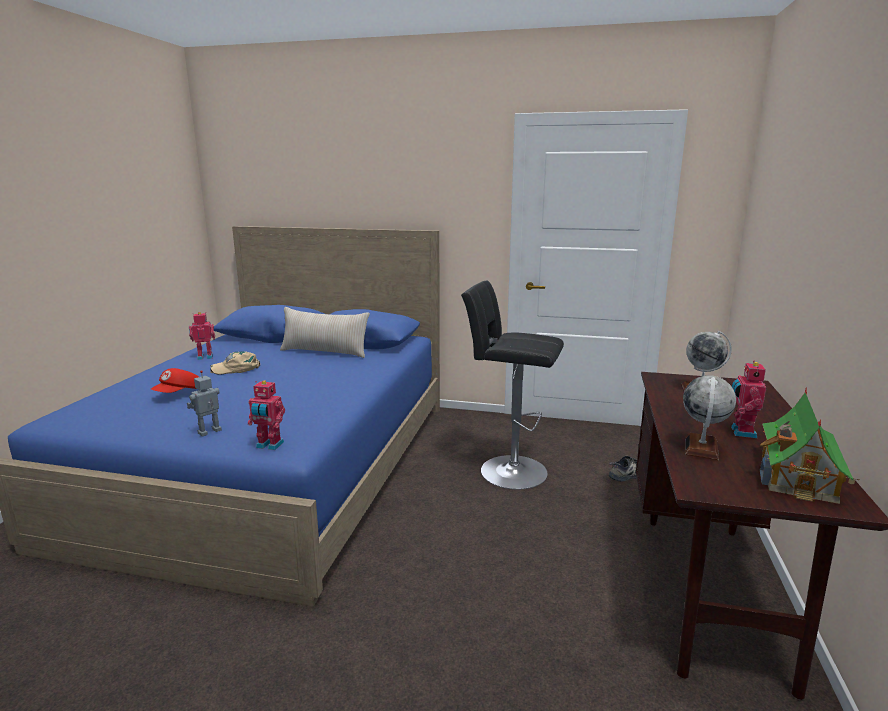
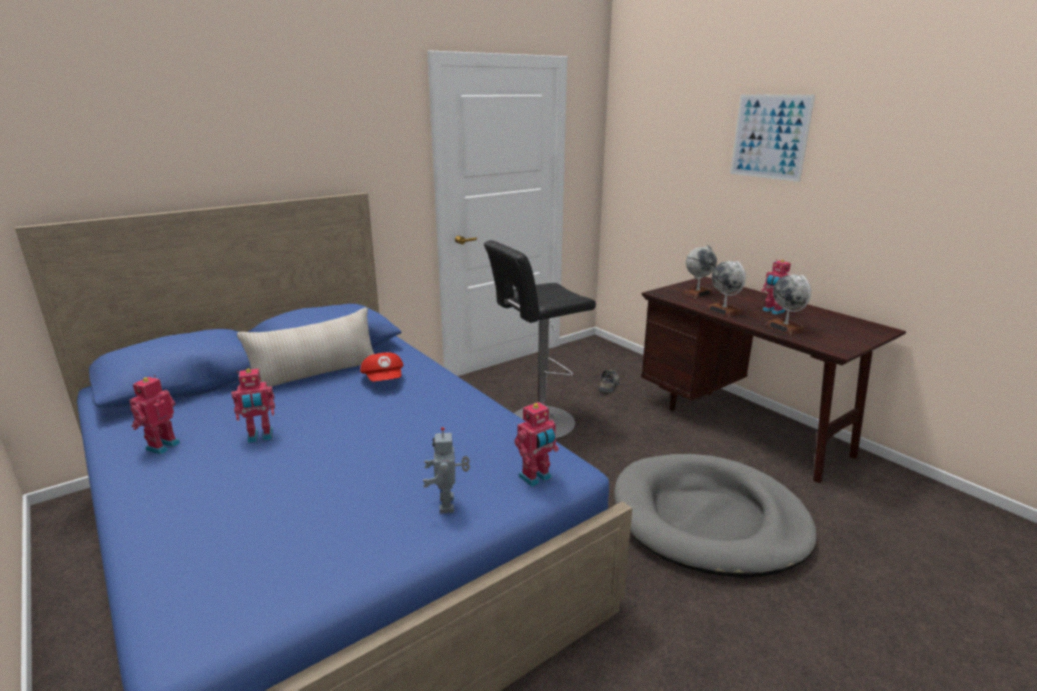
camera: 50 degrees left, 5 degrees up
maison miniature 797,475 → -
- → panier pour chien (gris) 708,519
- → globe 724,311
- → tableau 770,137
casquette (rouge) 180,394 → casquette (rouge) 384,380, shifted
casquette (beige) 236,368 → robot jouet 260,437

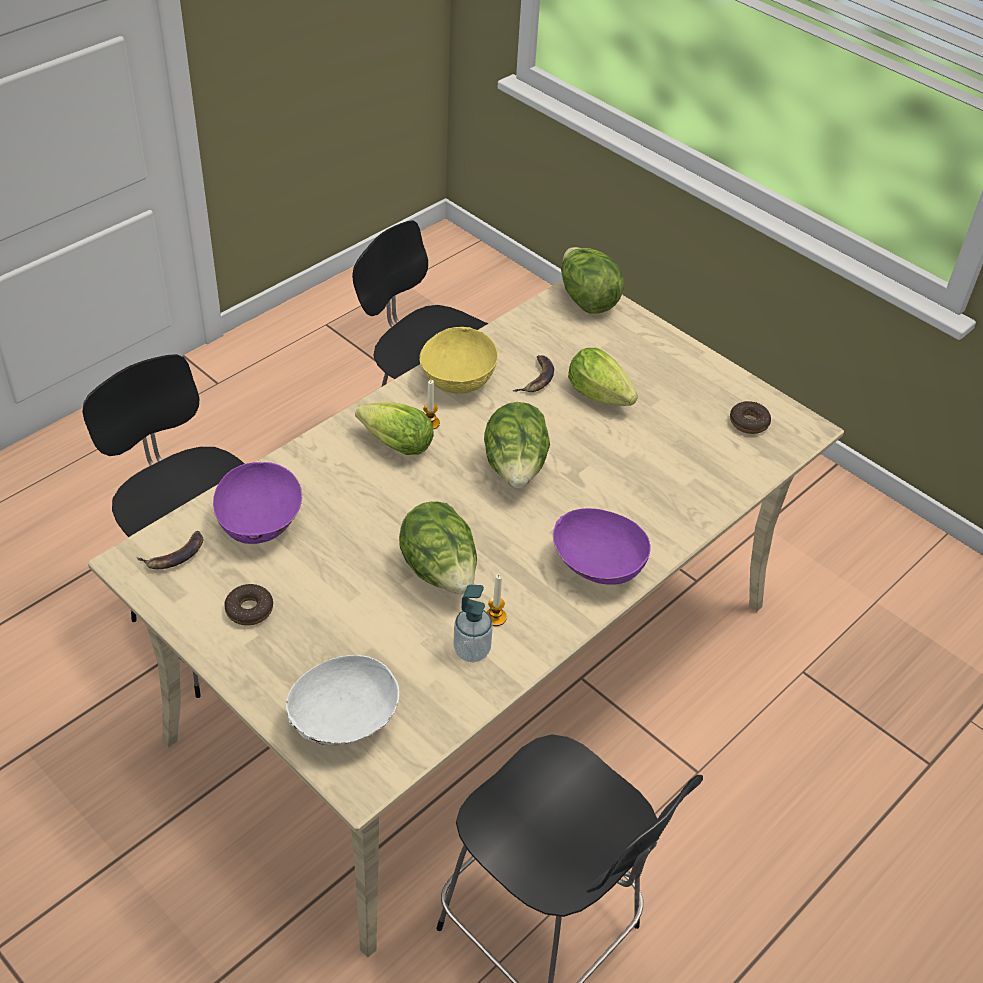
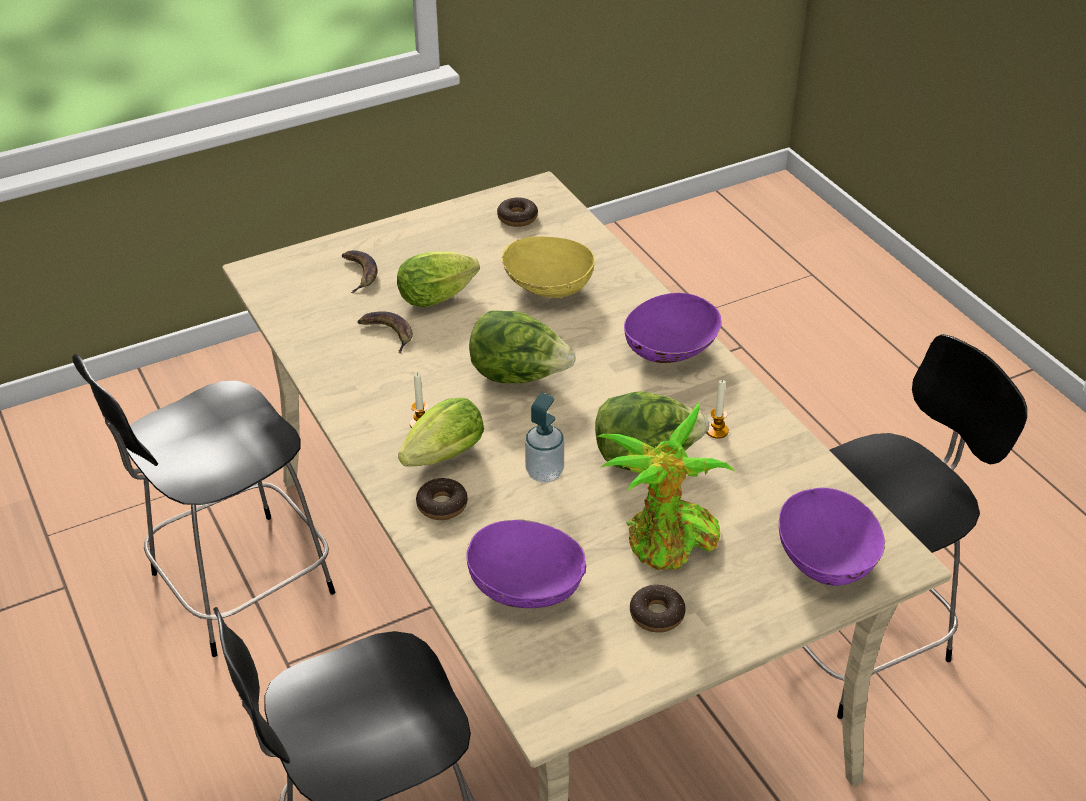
camera: 70 degrees left, 5 degrees down
laitue 586,299 → -
- → beignet 442,505
- → plante en pot 666,543
banane 175,555 → banane 359,273, shifted
bol (jaune) 457,379 → bol (jaune) 547,288, shifted
distributeur de savon 472,650 → distributeur de savon 544,472, shifted
bol (blanc) 344,722 → bol (violet) 827,561

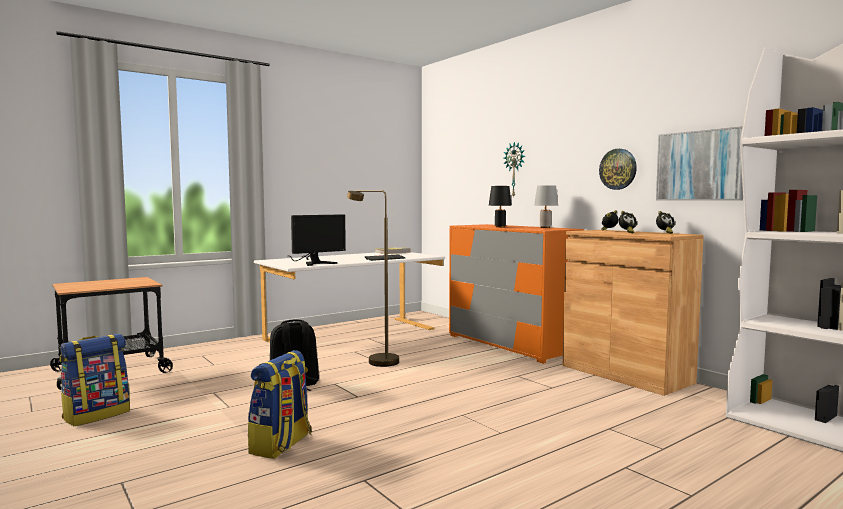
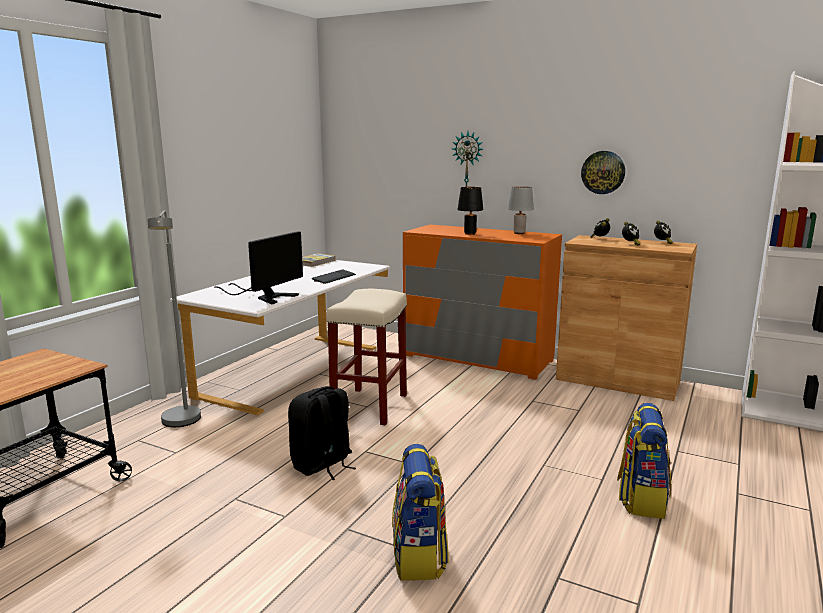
camera: 25 degrees left, 10 degrees up
tableau 700,165 → -
- → lampadaire (gris) 182,423
sac à dos 97,415 → sac à dos 641,499, shifted
lampadaire (marron) 376,360 → tabouret (beige) 370,407

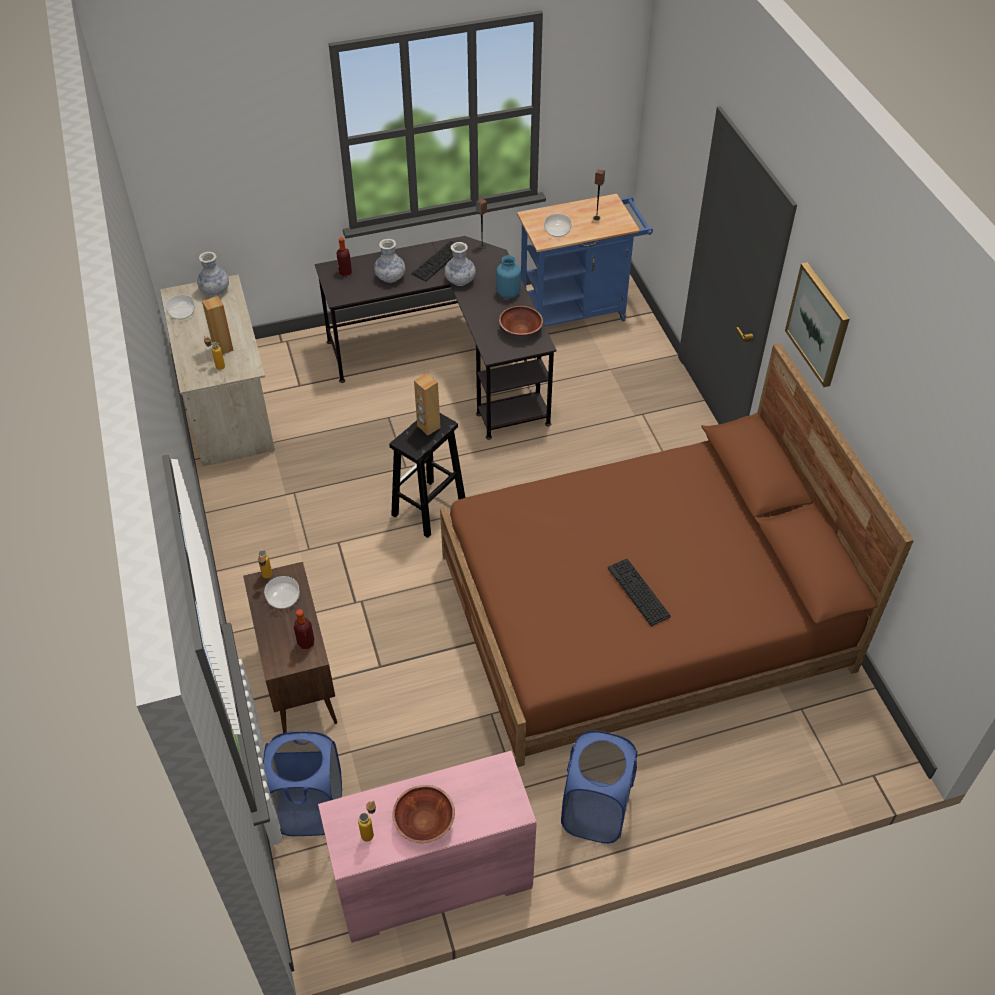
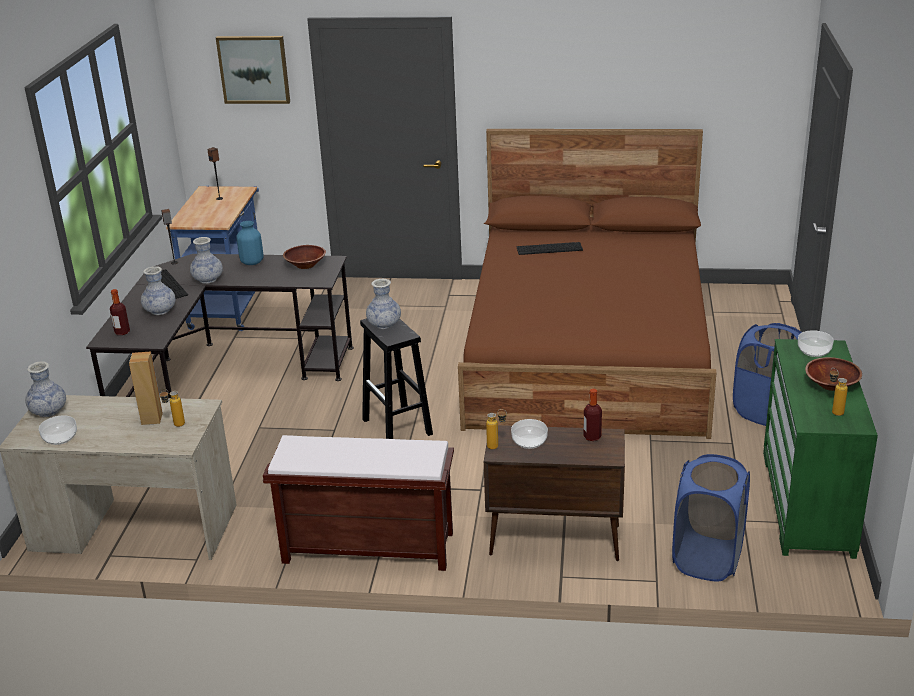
camera: 65 degrees left, 20 degrees down
- → banc (marron) 366,548
bol 557,231 → bol 814,351, shifted
clavier 638,591 → clavier 549,248, shifted
tableau 818,324 → tableau 254,69, shifted
enceinte (marron) 428,427 → vase 384,324
commode (rose) 433,882 → commode (vert) 808,503

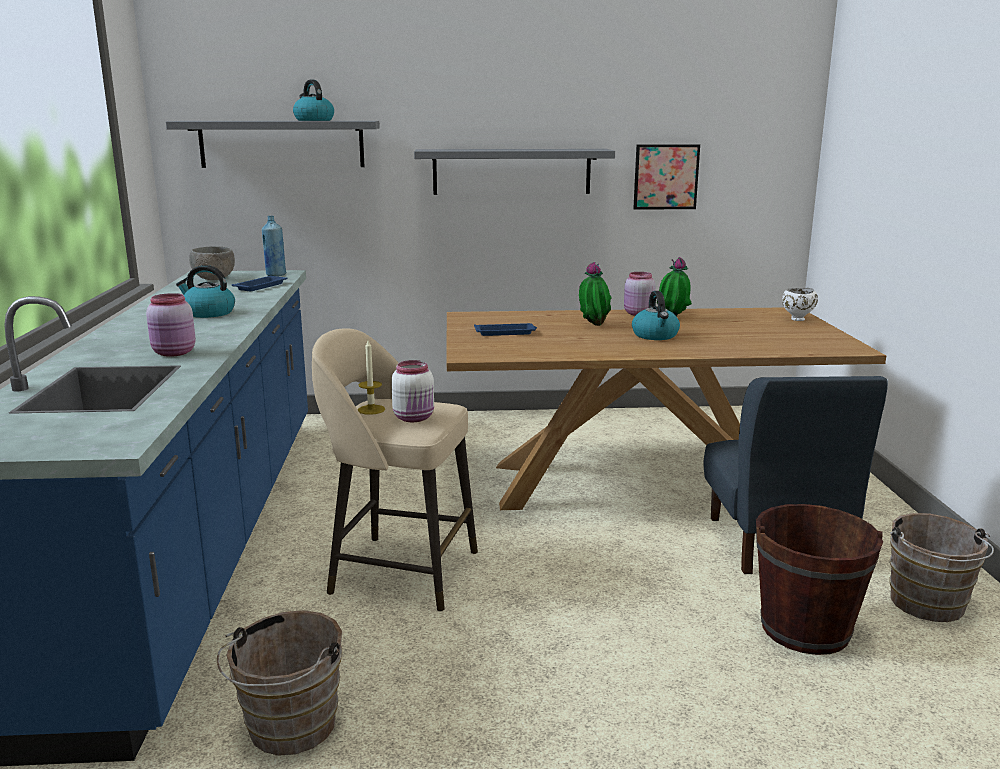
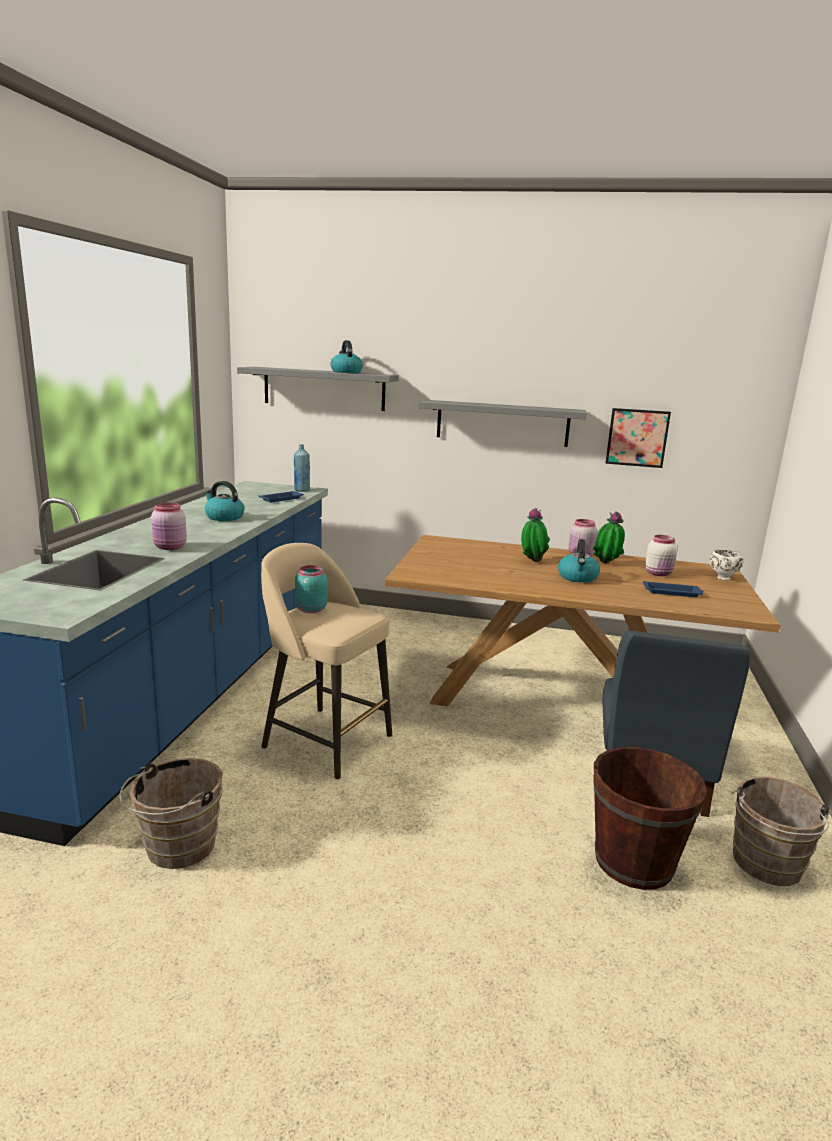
camera: 15 degrees right, 0 degrees up
bol (gris) 213,279 → -
bocal (blanc) 415,418 → bocal (blanc) 659,573, shifted
plateau (bleu) 506,333 → plateau (bleu) 673,592, shifted
bougie 371,409 → bocal (turquoise) 310,609

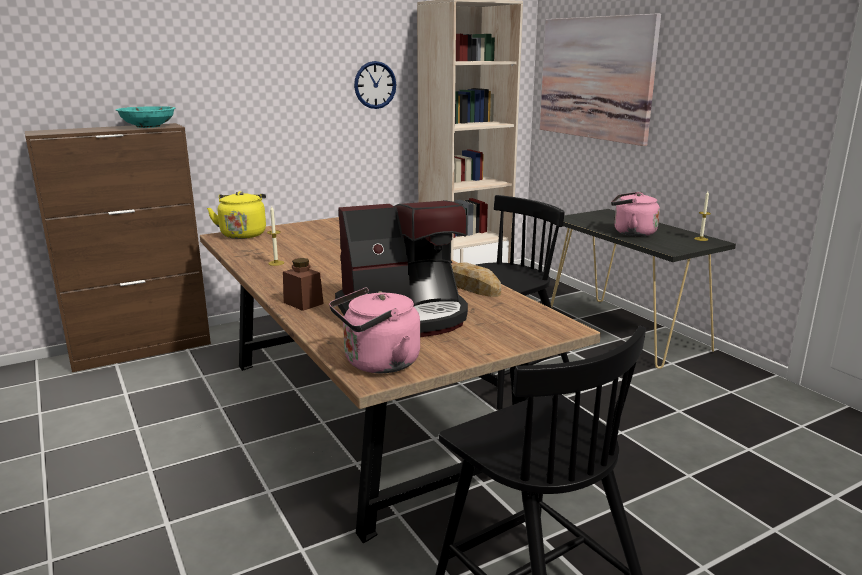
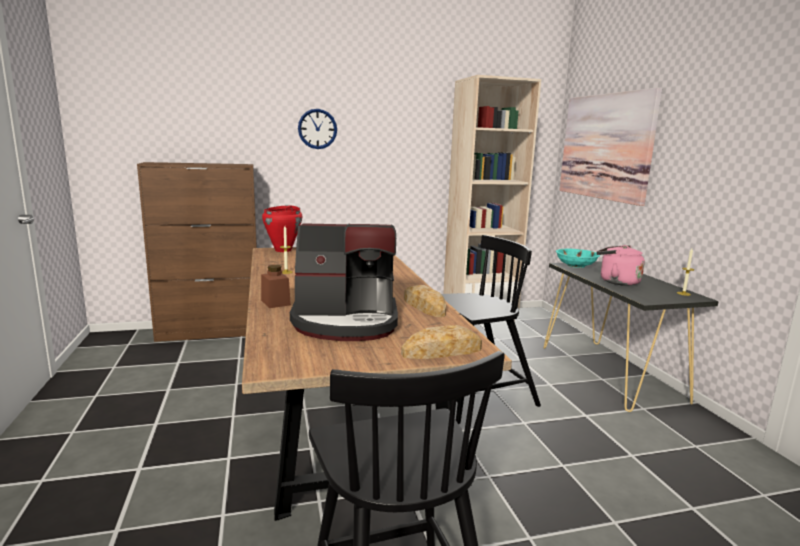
camera: 15 degrees right, 5 degrees down
bouilloire (rose) 377,364 → -
- → pain 442,351
bol (turquoise) 148,126 → bol (turquoise) 575,265, shifted
horloge murale 375,85 → horloge murale 317,129, shifted
bouilloire (jaune) 243,234 → marmite (rouge) 283,250

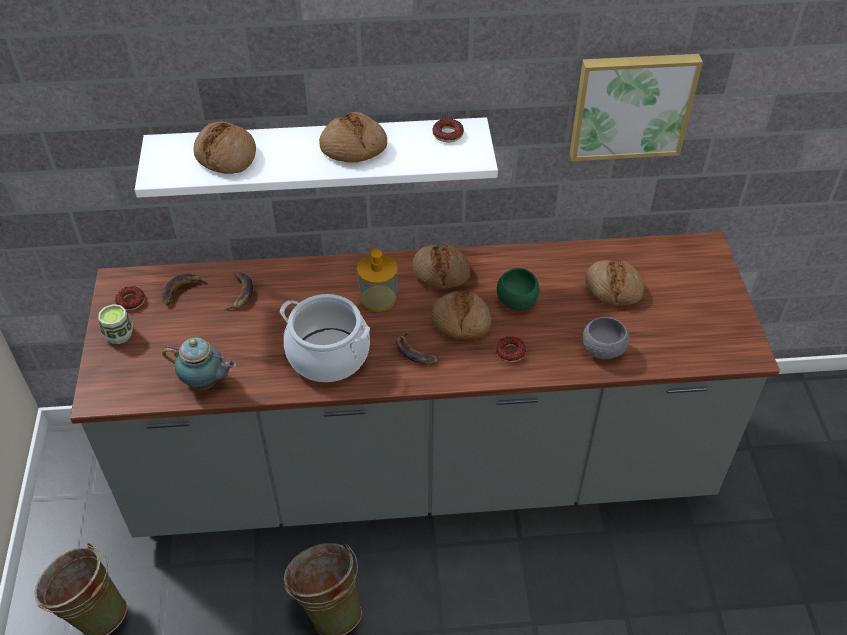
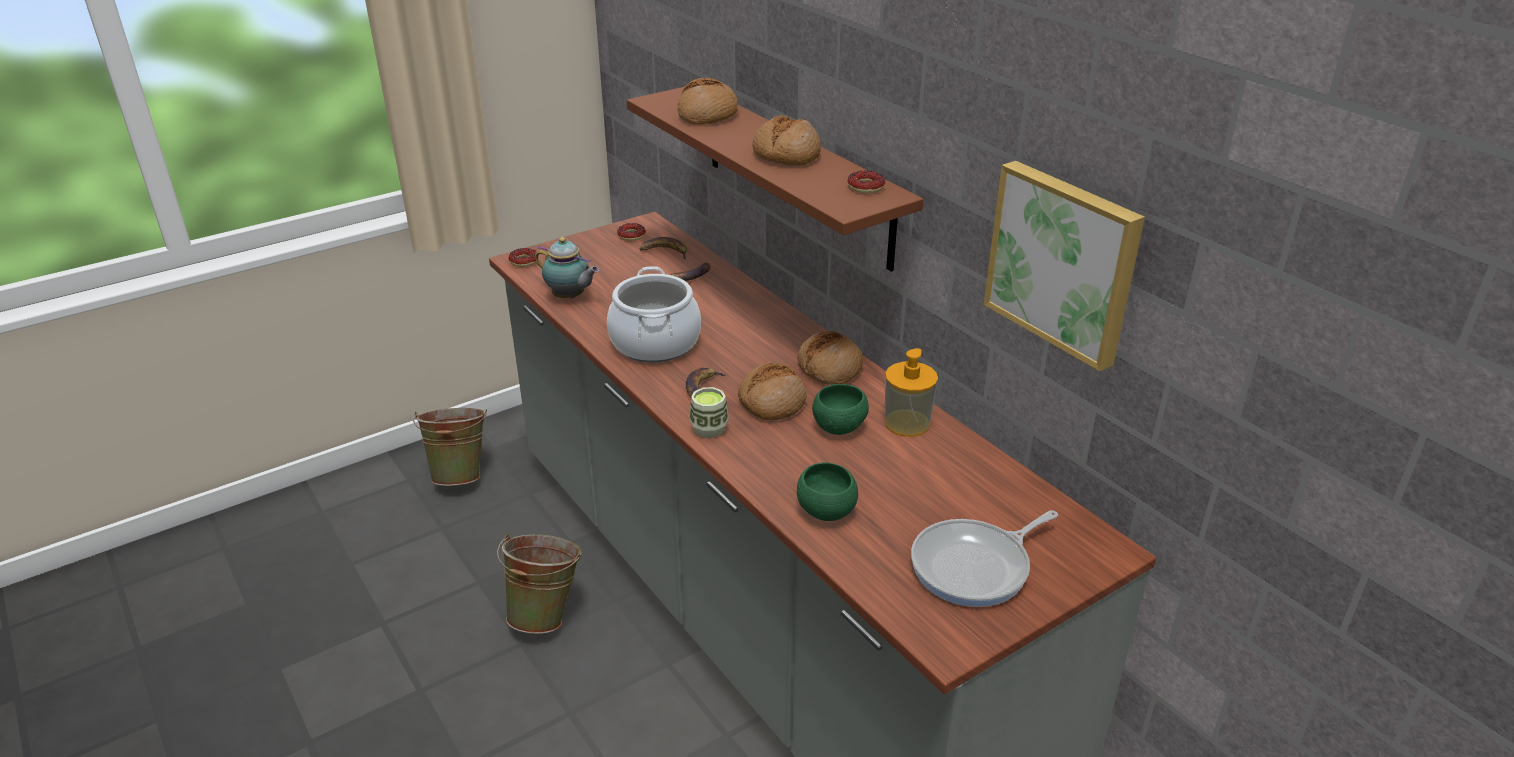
camera: 60 degrees right, 15 degrees down
pain 613,288 → -
- → poêle 975,567
tasse 119,335 → tasse 709,429, shifted
distributeur de savon 378,298 → distributeur de savon 907,423, shifted
beignet 510,352 → beignet 523,261, shifted
étagère (blanc) 320,156 → étagère (marron) 796,174
bol (gris) 603,350 → bol (vert) 826,511
théière 205,383 → théière 570,297, 45 degrees counterclockwise

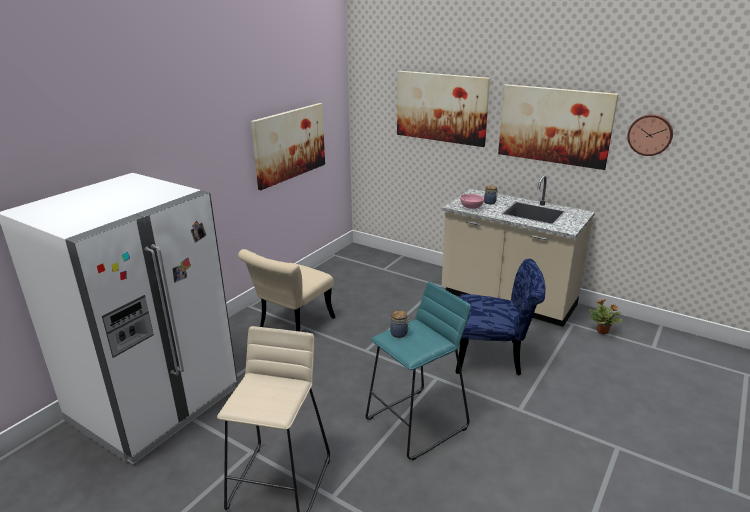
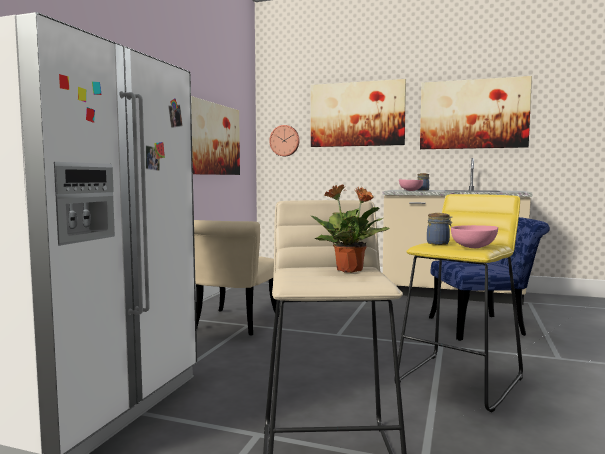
camera: 15 degrees left, 20 degrees down
- → bol (rose) 474,248
plante en pot 603,332 → plante en pot 350,270, shifted
horloge murale 650,134 → horloge murale 285,140, shifted
tabouret (turquoise) 417,423 → tabouret (jaune) 460,380

